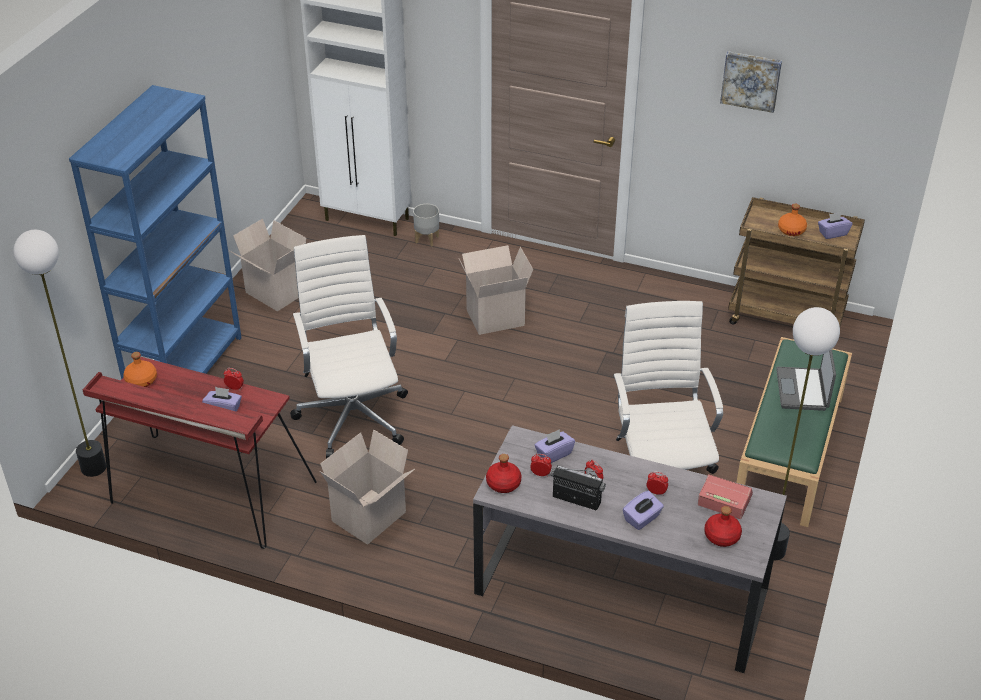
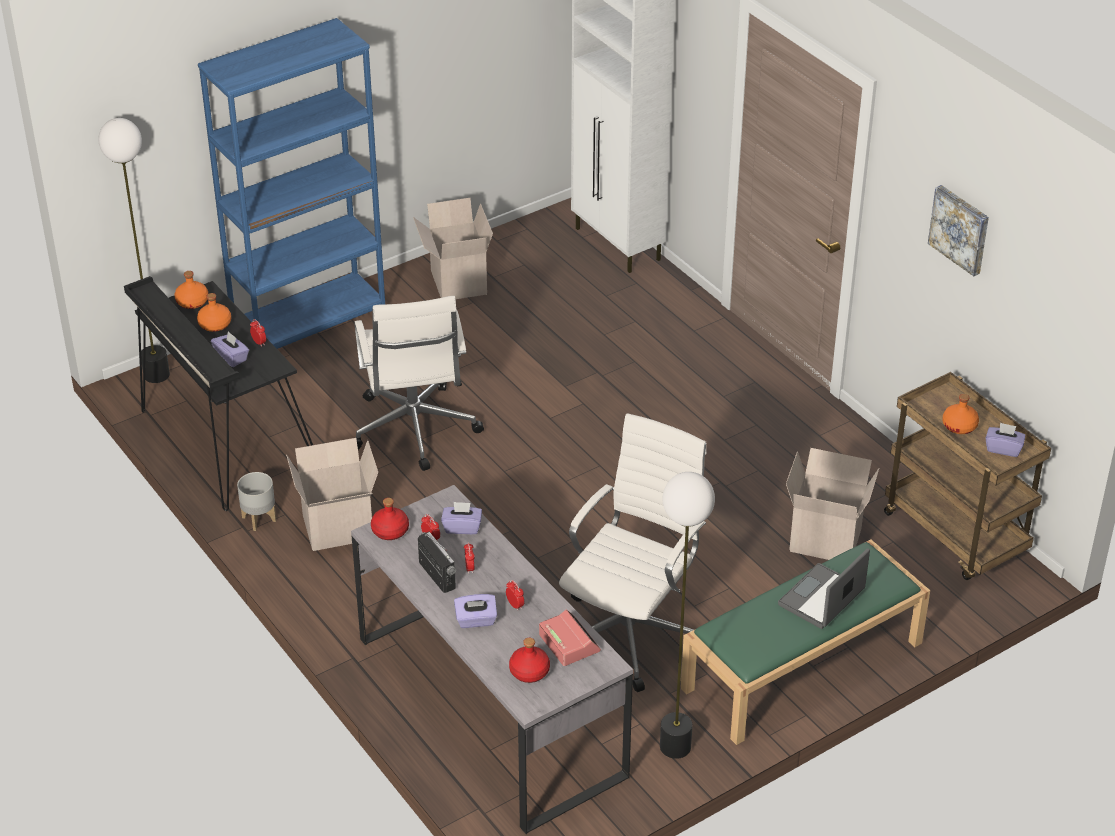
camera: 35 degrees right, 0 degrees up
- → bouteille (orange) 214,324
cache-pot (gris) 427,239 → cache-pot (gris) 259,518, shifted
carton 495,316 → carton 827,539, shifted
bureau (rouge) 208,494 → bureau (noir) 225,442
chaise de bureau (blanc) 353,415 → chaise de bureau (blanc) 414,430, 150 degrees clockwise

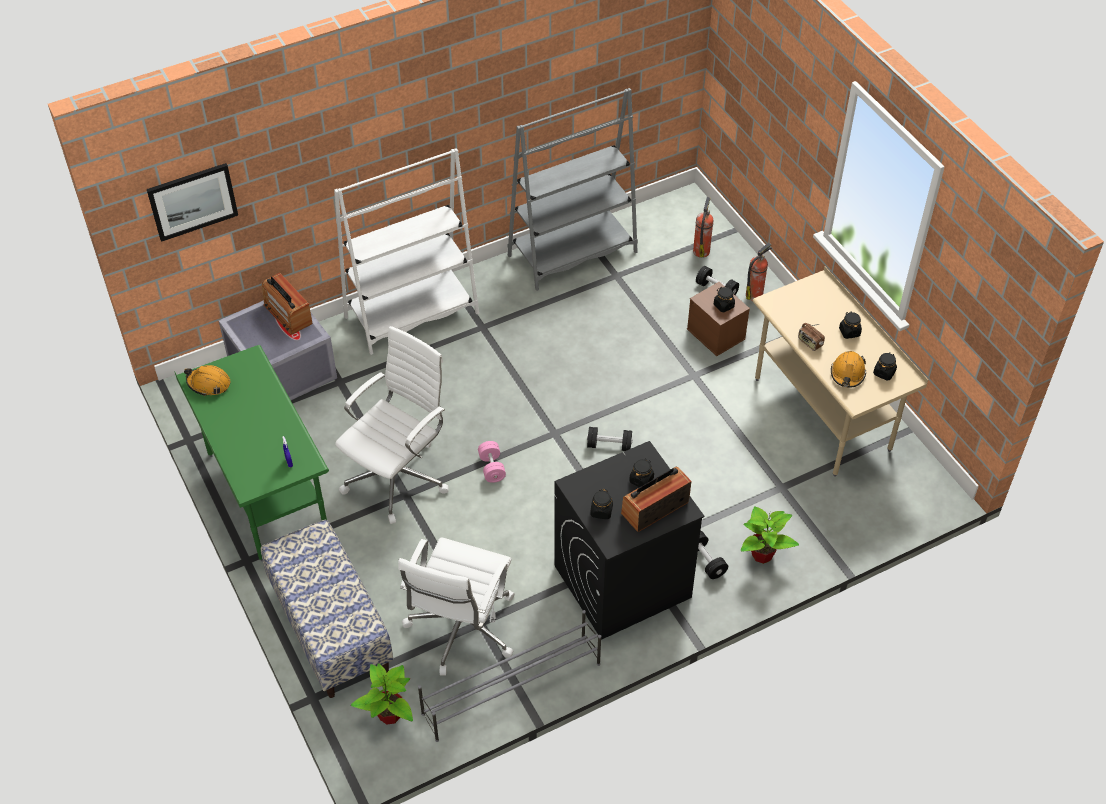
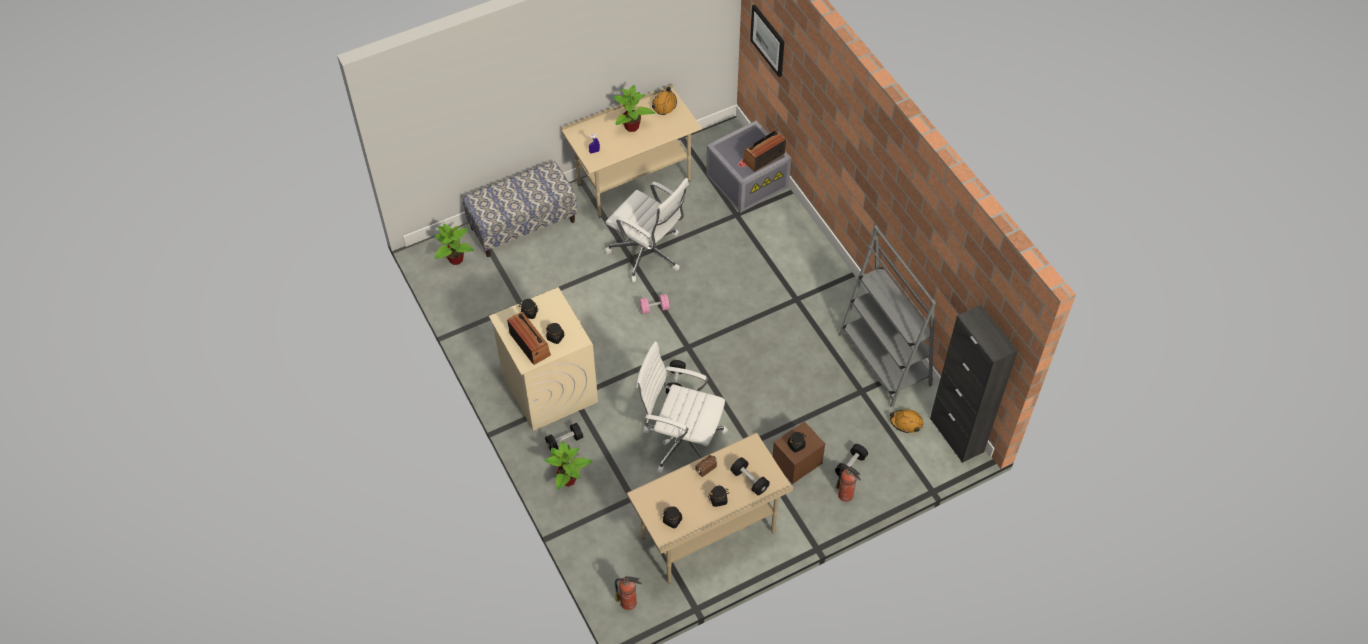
camera: 90 degrees right, 5 degrees up
bibliothèque (blanc) 412,315 → -
étagère à chaussures (gris) 510,688 → -
- → plante en pot 632,127
- → haltère (noir) 749,480
- → meuble de rangement (noir) 956,435
chaise de bureau (blanc) 461,629 → chaise de bureau (blanc) 681,441, shifted
extincteur 701,251 → extincteur 629,602, shifted
casque de chantier (orange) 847,374 → casque de chantier (orange) 906,422, shifted
bureau (vert) 267,494 → bureau (beige) 633,182
lave-linge (noir) 622,582 → lave-linge (beige) 549,387

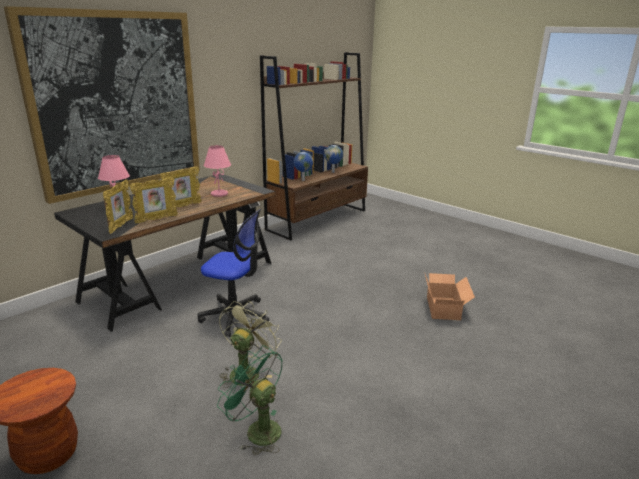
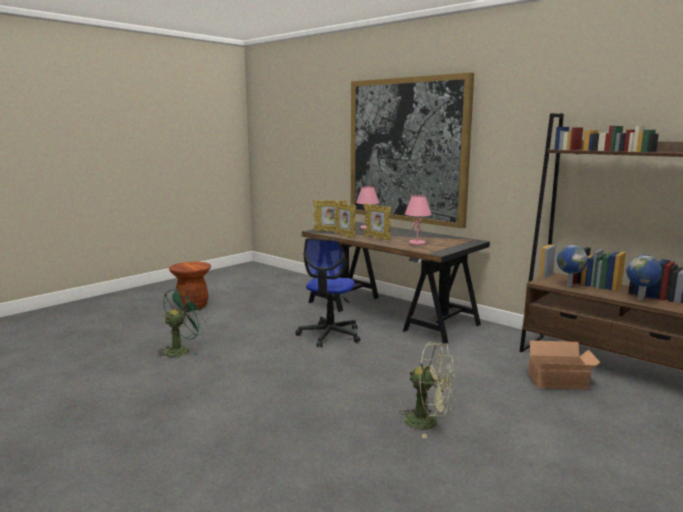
camera: 90 degrees right, 10 degrees down
ventilateur (vert) 247,371 → ventilateur (vert) 428,423, shifted
carton 445,307 → carton 559,382, shifted

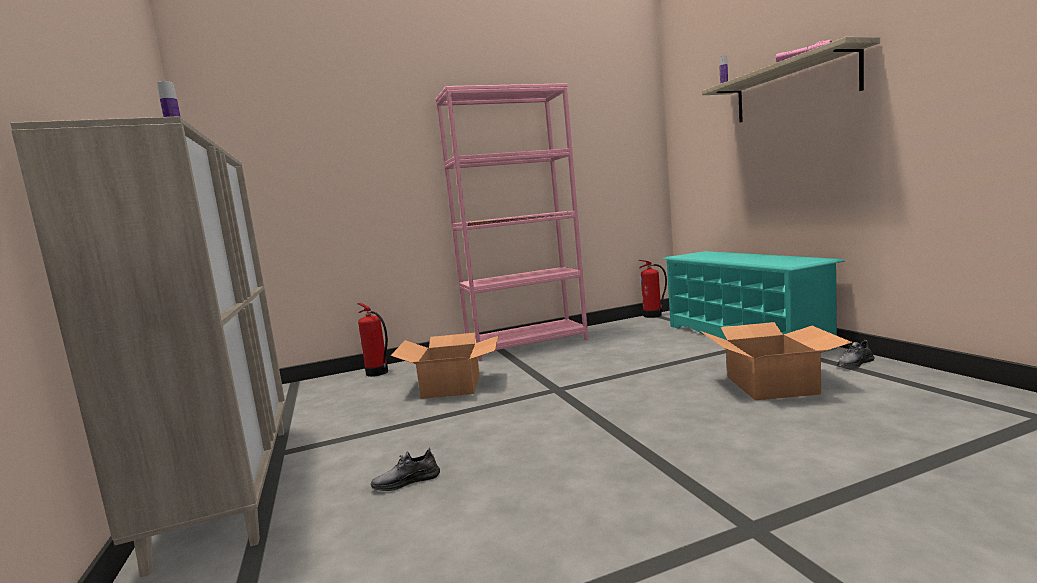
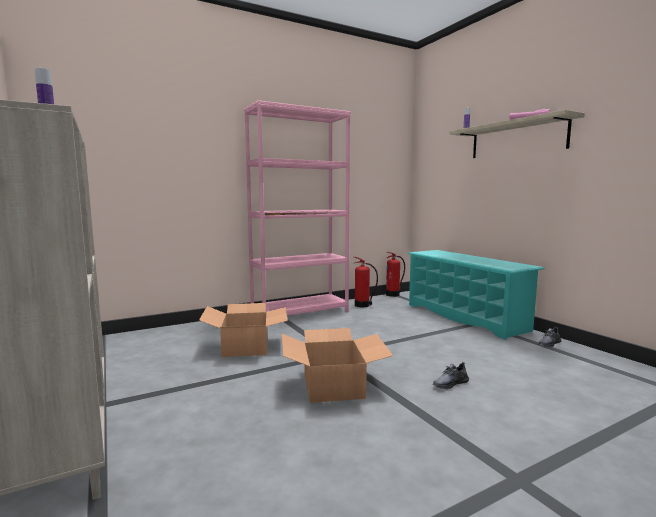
camera: 10 degrees left, 0 degrees up
extincteur 378,373 → extincteur 363,305, shifted
chaussure (gris) 406,481 → chaussure (gris) 450,384, shifted
carton 772,385 → carton 334,385, shifted

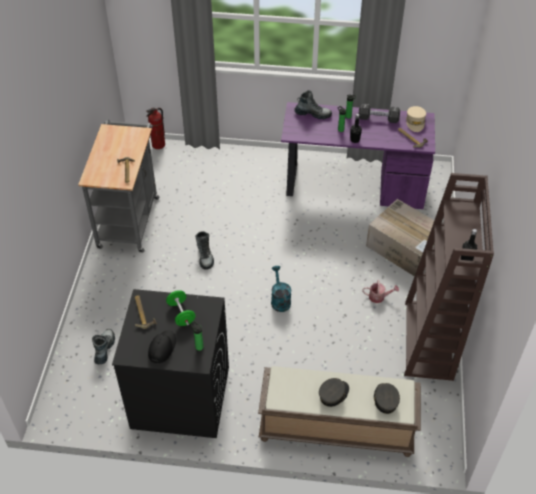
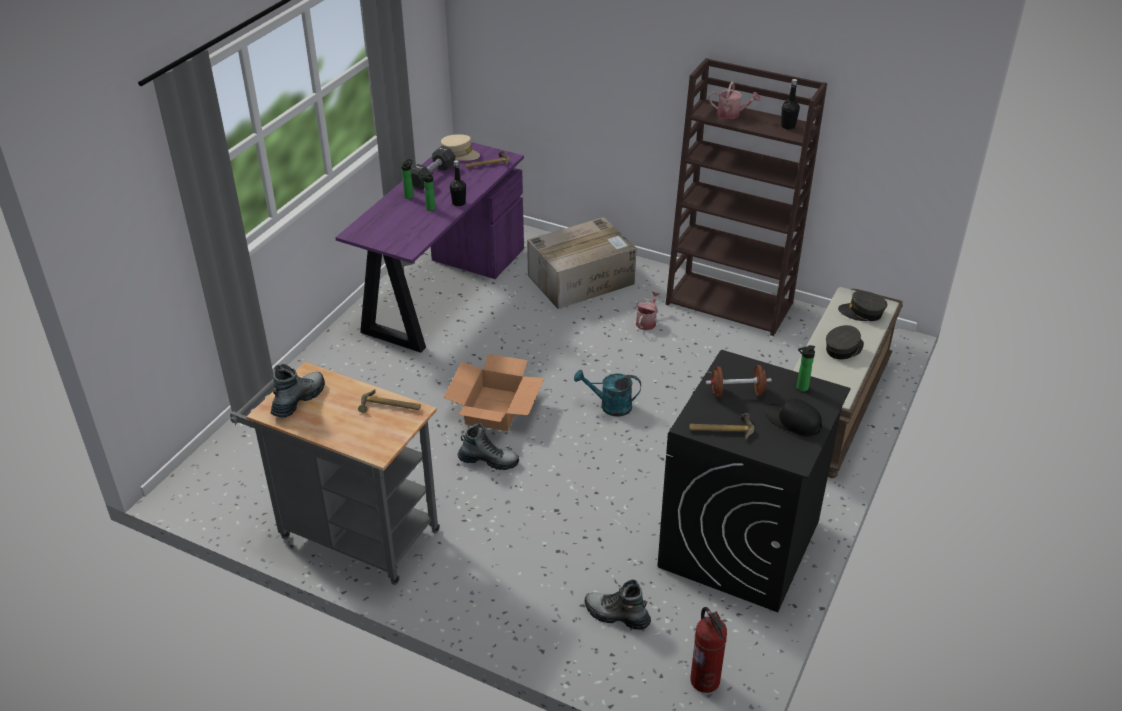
camera: 70 degrees left, 10 degrees down
- → carton 495,408
- → arrosoir 732,114
extincteur 158,145 → extincteur 705,680, shifted
botte 313,114 → botte 298,400, shifted
haltère (vert) 181,314 → haltère (marron) 737,393
casquette (gris) 333,394 → casquette (gris) 843,348, 75 degrees clockwise

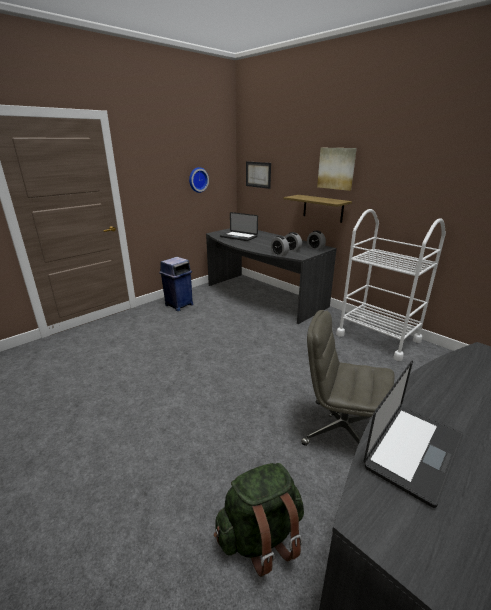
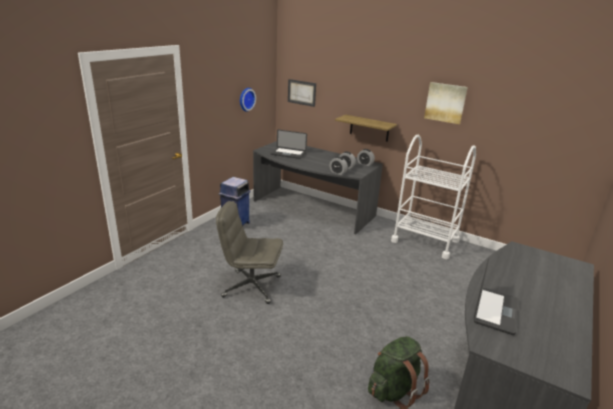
camera: 15 degrees left, 0 degrees up
chaise de bureau (gris) 340,431 → chaise de bureau (gris) 251,286, shifted
tableau 336,168 → tableau 445,102, shifted

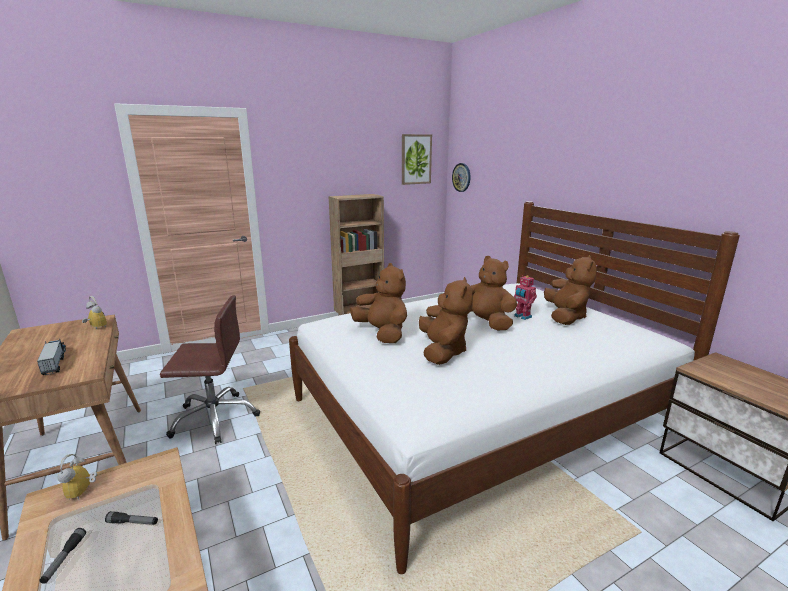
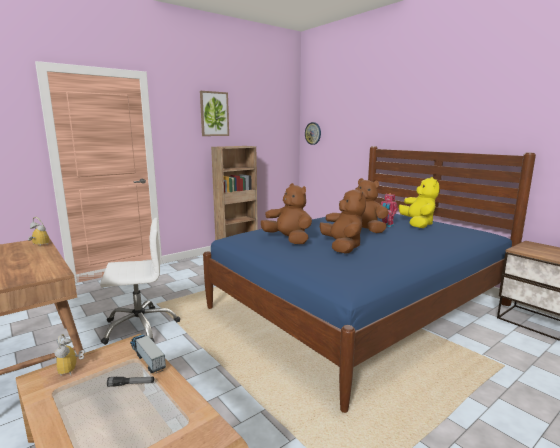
camera: 10 degrees left, 5 degrees down
lampe de poche 64,559 → -
camion jouet 55,362 → camion jouet 147,357, shifted
tableau 416,159 → tableau 214,114, shifted
chaise de bureau (marron) 215,418 → chaise de bureau (blanc) 140,327
lit (blanc) 478,415 → lit (bleu) 359,306
peluche (marron) 565,317 → peluche (jaune) 417,224

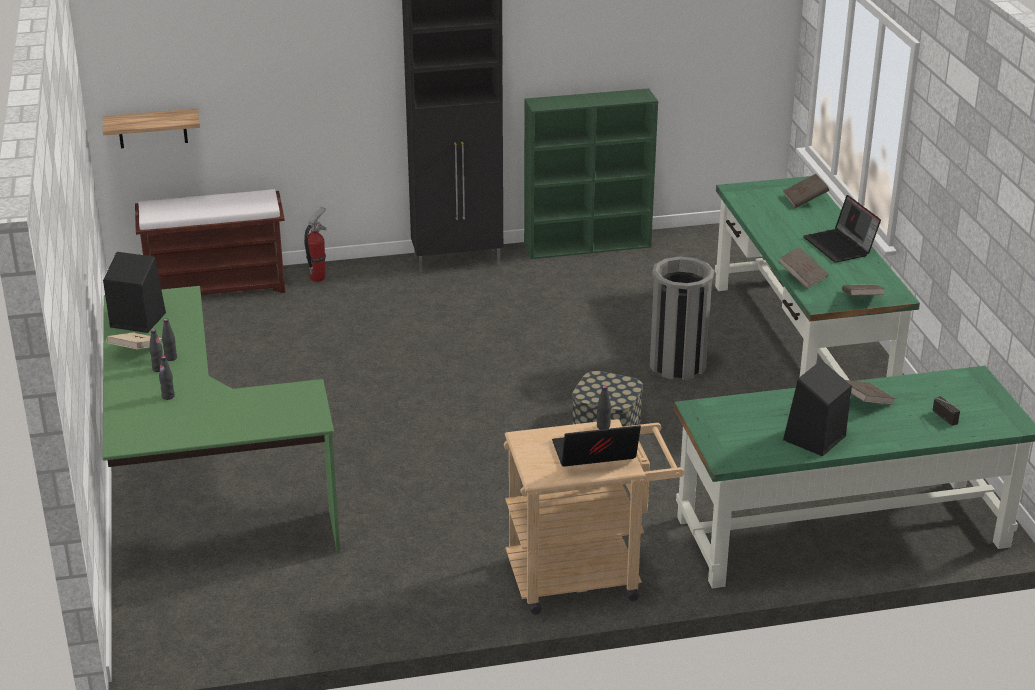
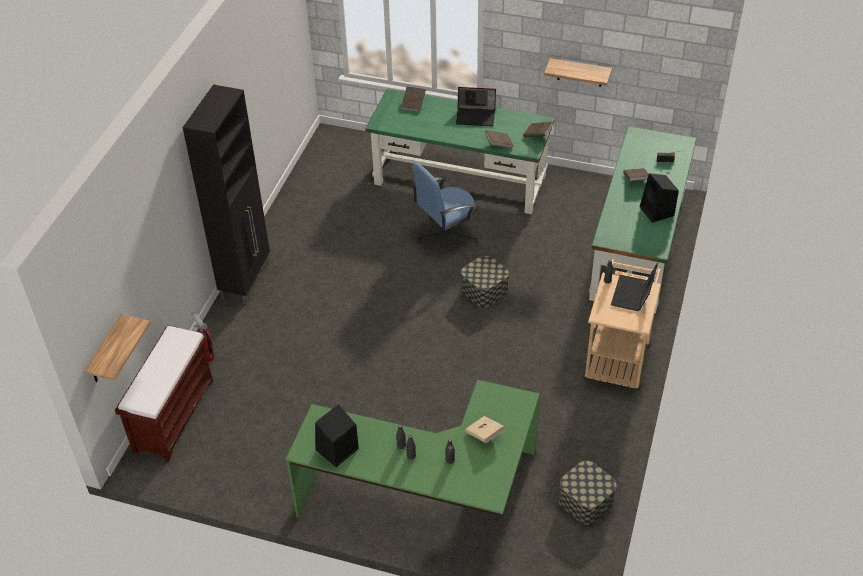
camera: 60 degrees left, 15 degrees up
bibliothèque (vert) 588,245 → -
- → étagère 580,72
- → boîte de rangement 585,501
livre (beige) 135,351 → livre (beige) 484,435, shifted
poubelle (gris) 677,365 → chaise de bureau (bleu) 446,236

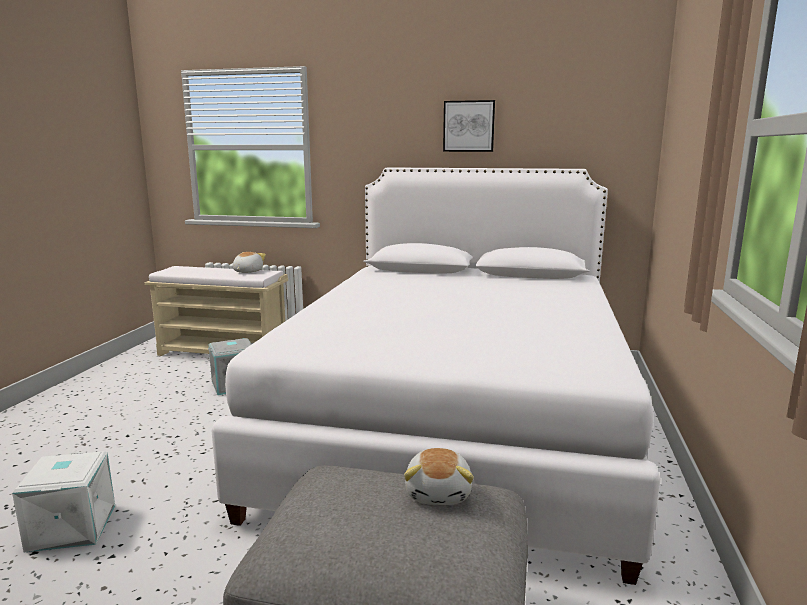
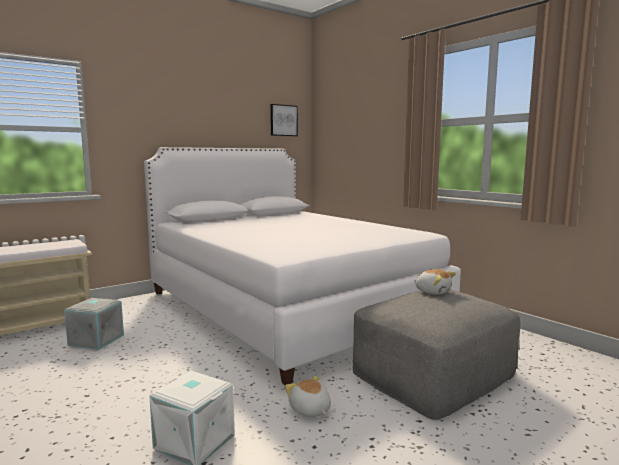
camera: 50 degrees left, 5 degrees down
peluche 247,271 → peluche 310,410, shifted
tableau 468,126 → tableau 283,120, shifted

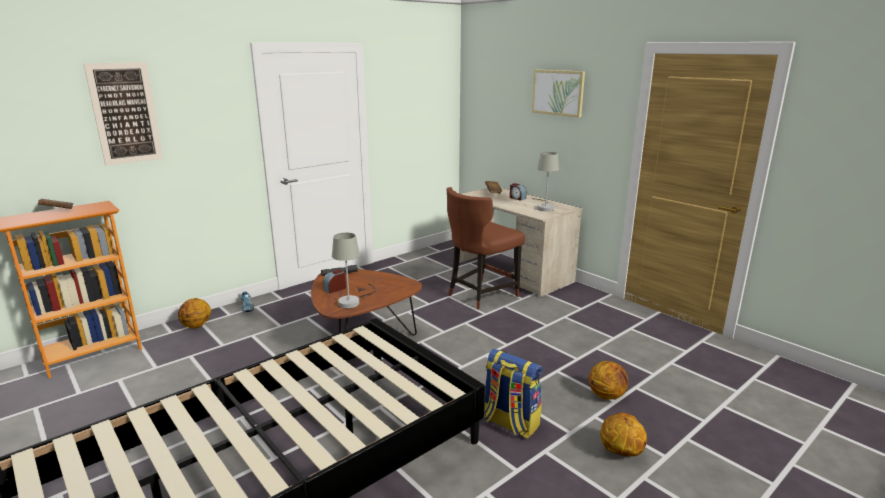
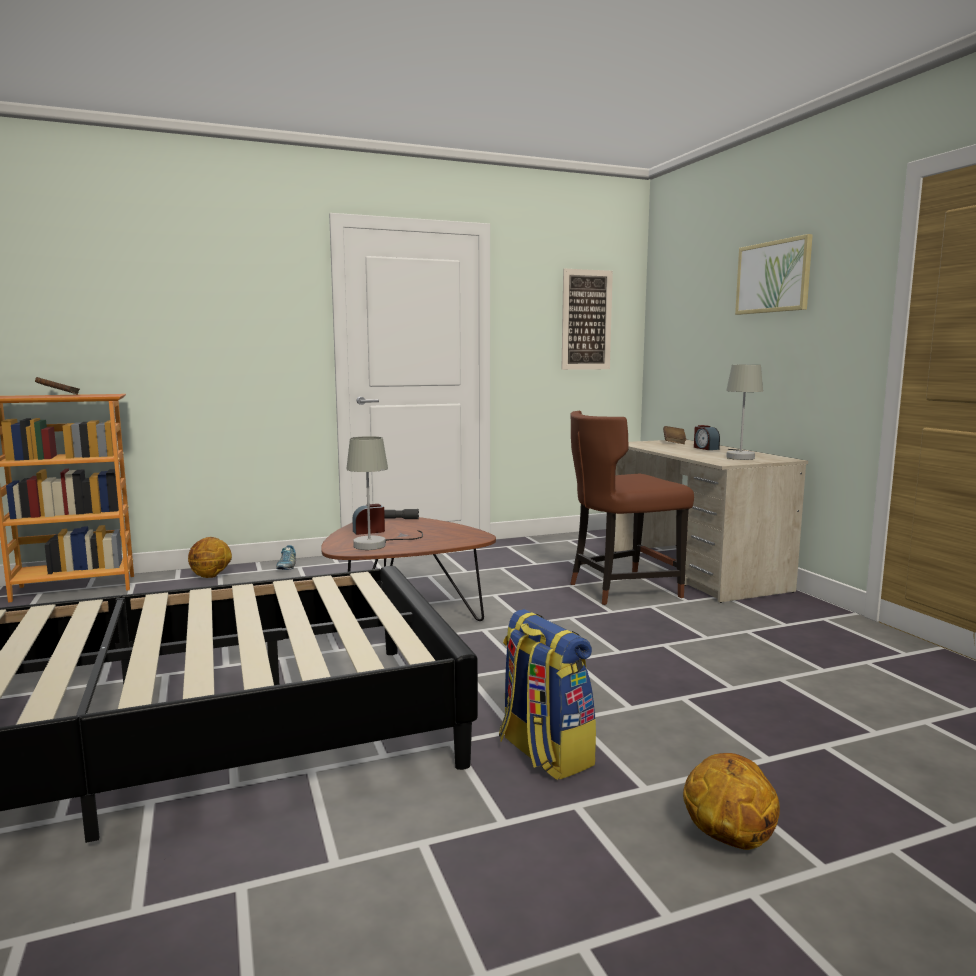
camera: 20 degrees right, 10 degrees down
ballon de basket 607,395 → -
tableau 125,113 → tableau 586,320, shifted

